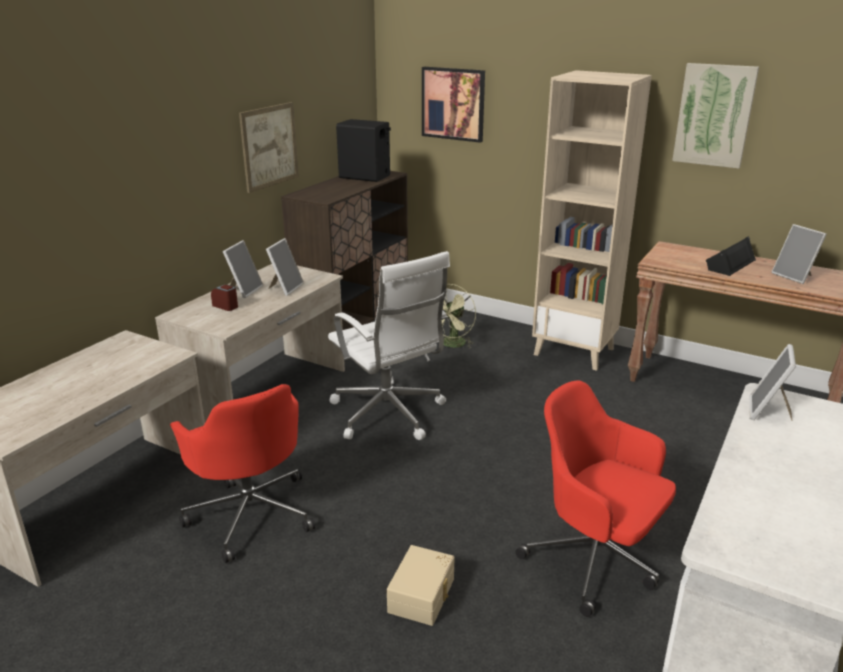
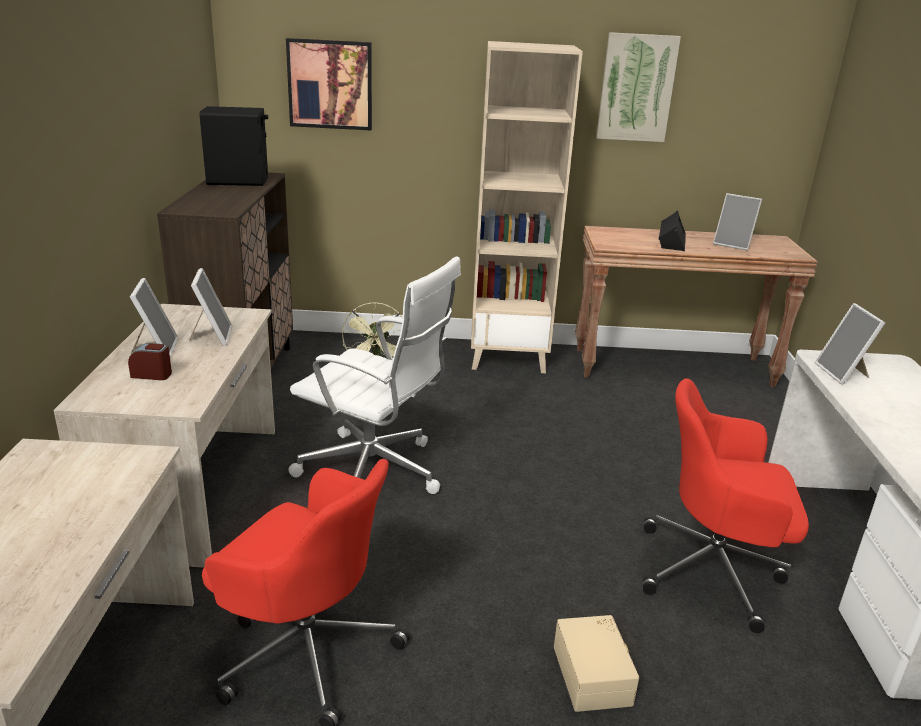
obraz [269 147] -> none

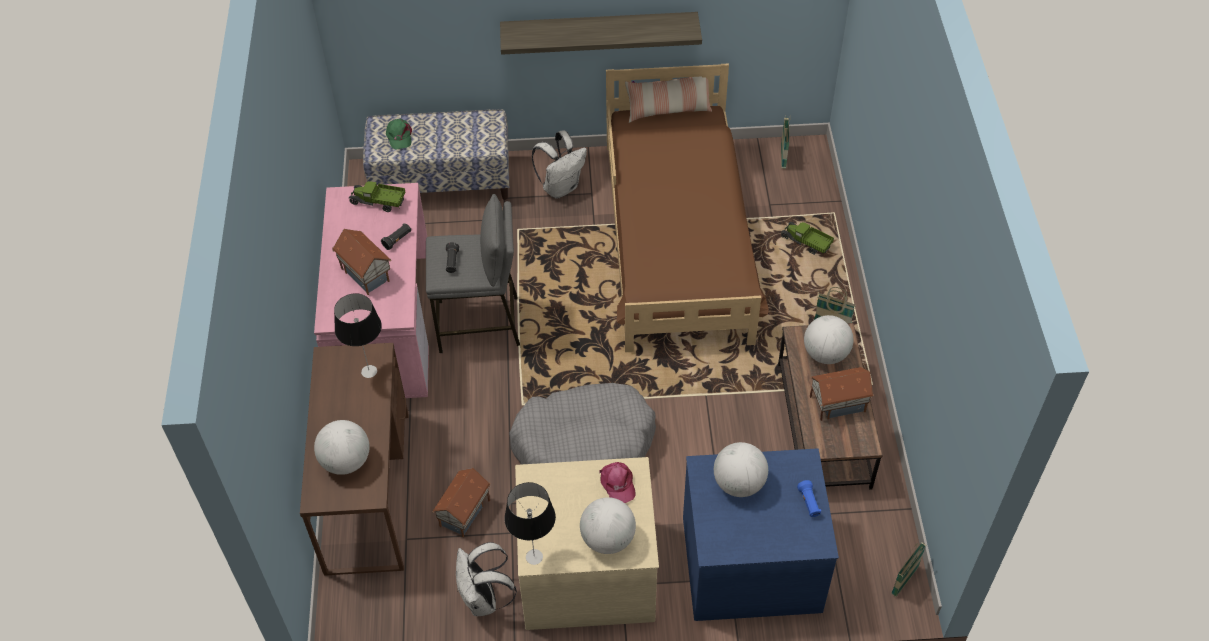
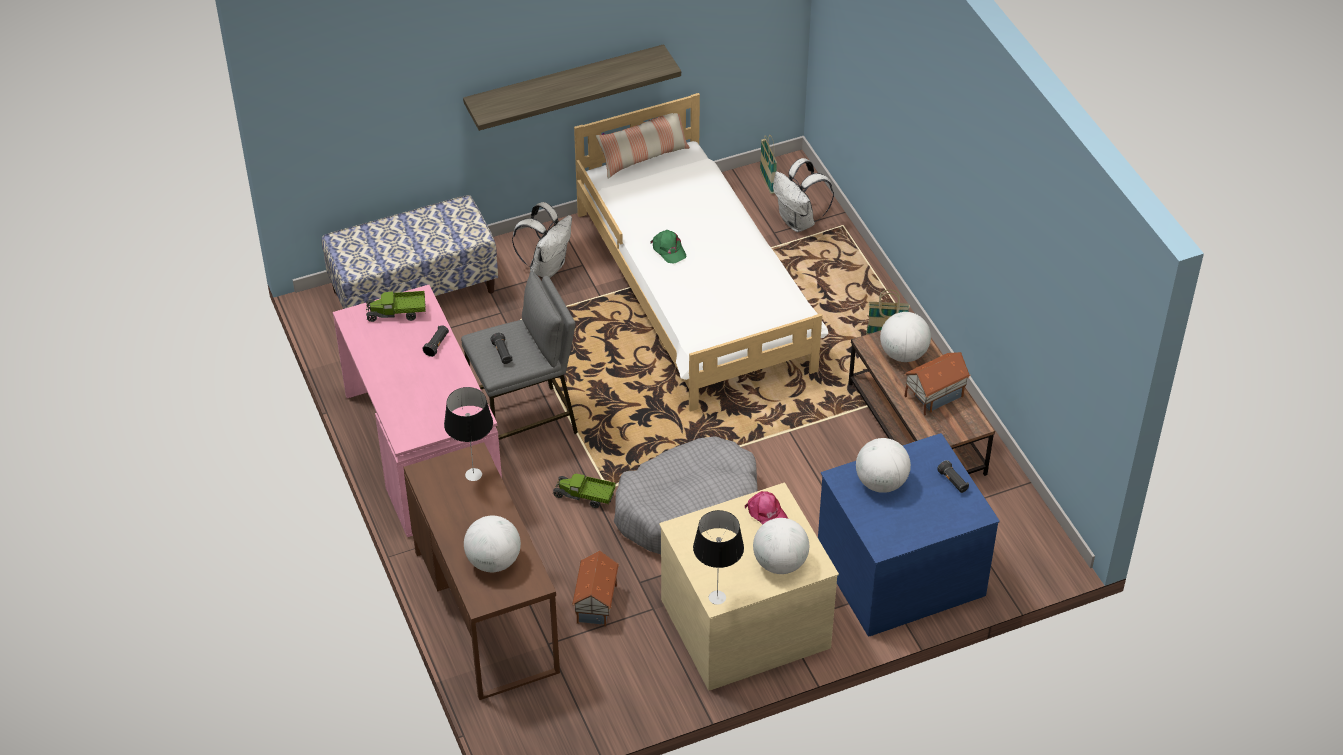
domek [361 262] -> none
koszyk [908 569] -> none
czapka z daszkiem (zielony) [399 134] -> czapka z daszkiem (zielony) [668 246], move
plecak (biały) [486 579] -> plecak (biały) [803 195], move
ciężarówka zabawkowa [807 238] -> ciężarówka zabawkowa [584 491], move
łóżko (brązowy) [687 207] -> łóżko (biały) [701 252]
latarka (niebieski) [809 498] -> latarka (czarny) [953 476]

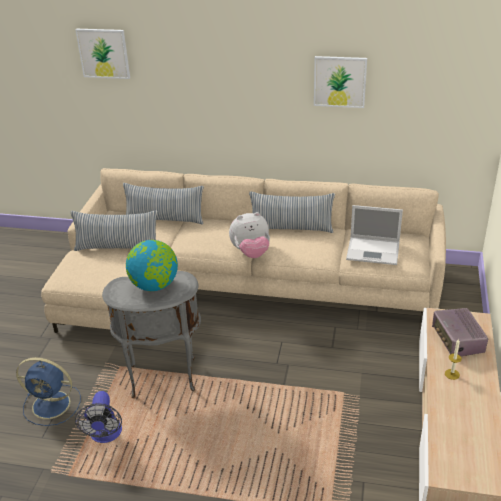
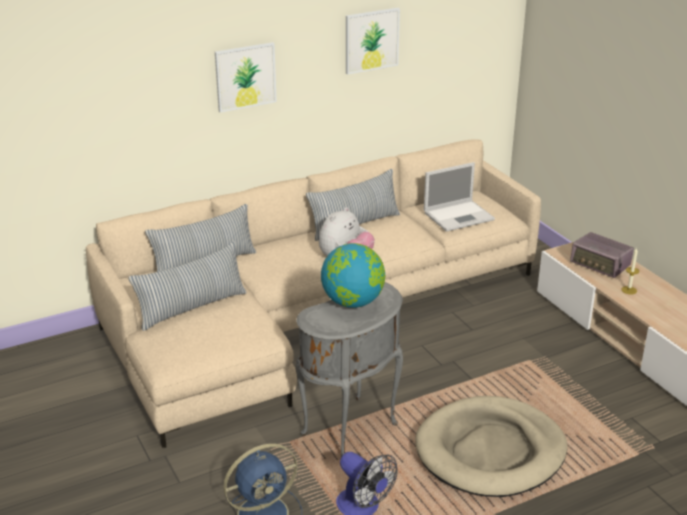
none -> legowisko (beżowy) [491 446]
obraz [102 54] -> obraz [246 77], move

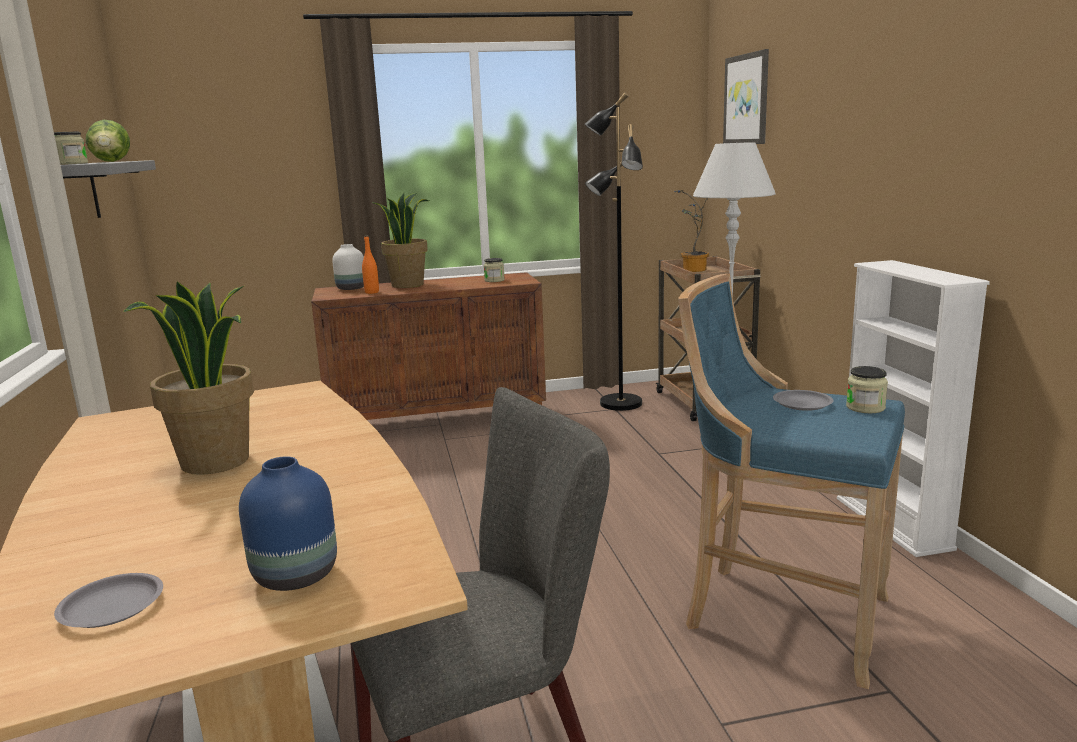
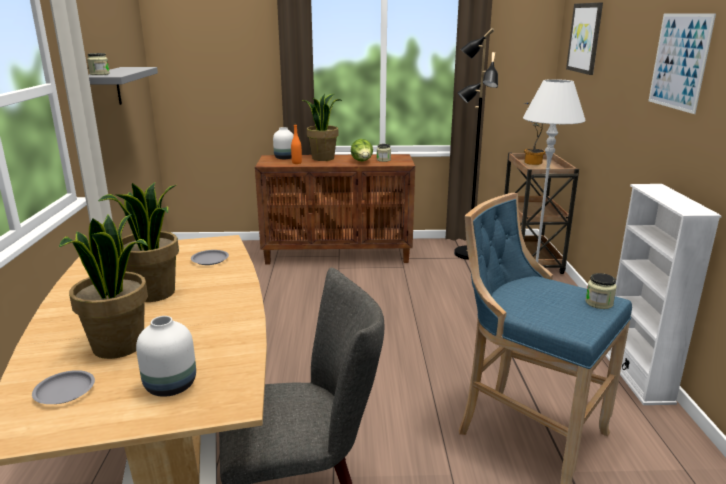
none -> roślina doniczkowa [103 286]
none -> obraz [682 63]
sałata [108 141] -> sałata [362 150], move
talerz (szary) [803 400] -> talerz (szary) [210 257], move
wazon (niebieski) [288 523] -> wazon (biały) [166 356]

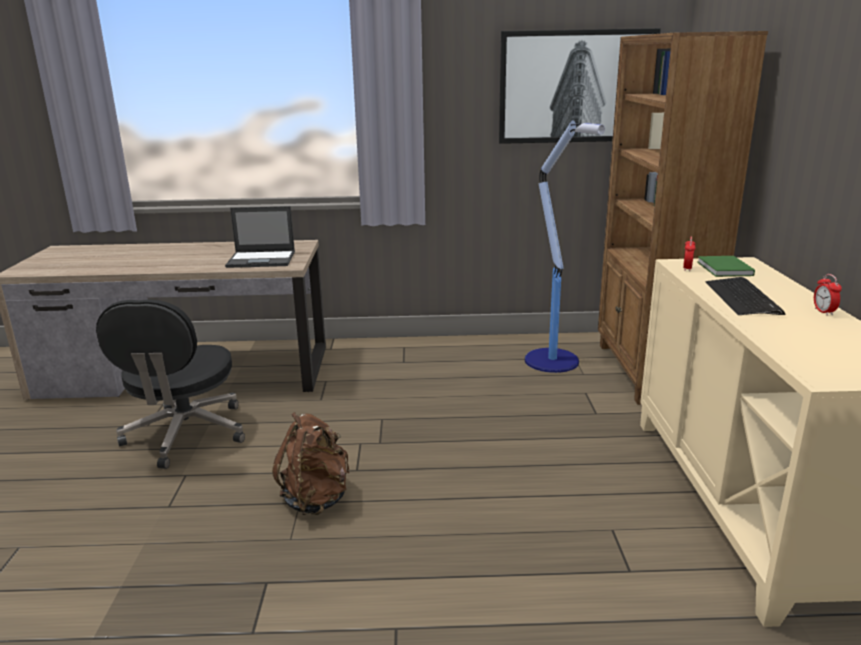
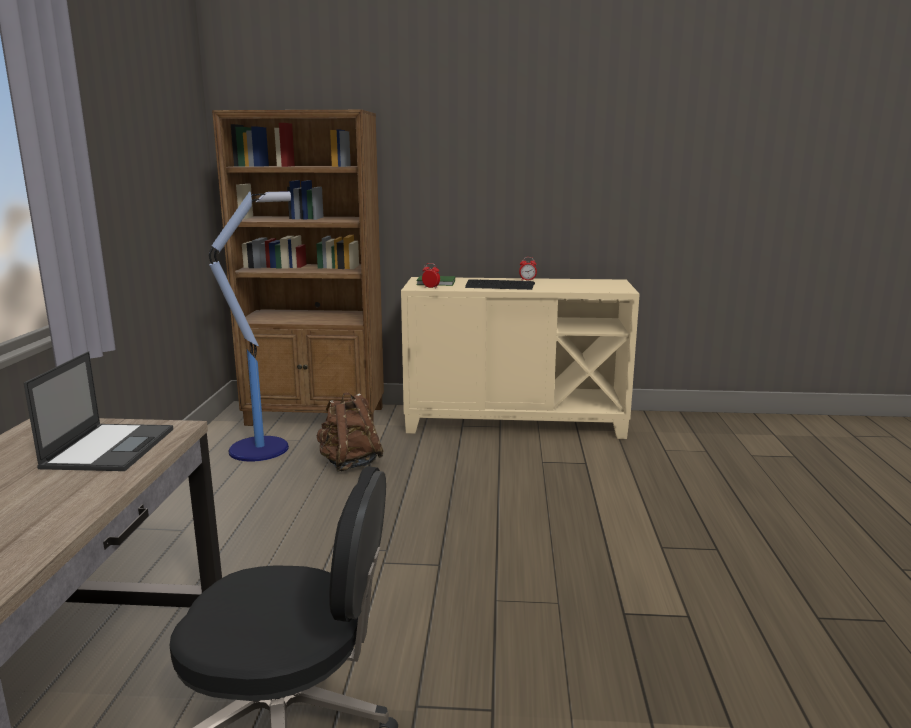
obraz [580 86] -> none
plecak (brązowy) [310 463] -> plecak (brązowy) [350 432], move

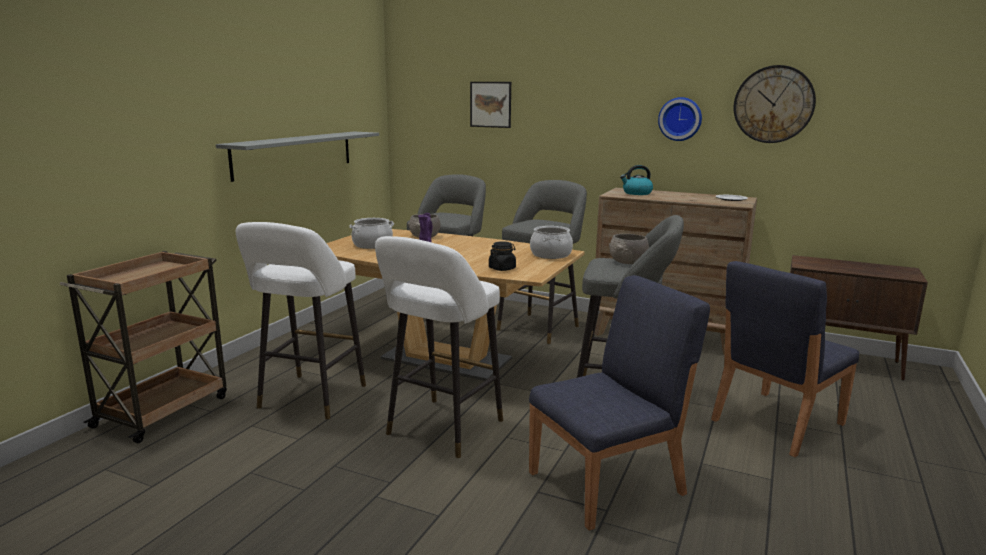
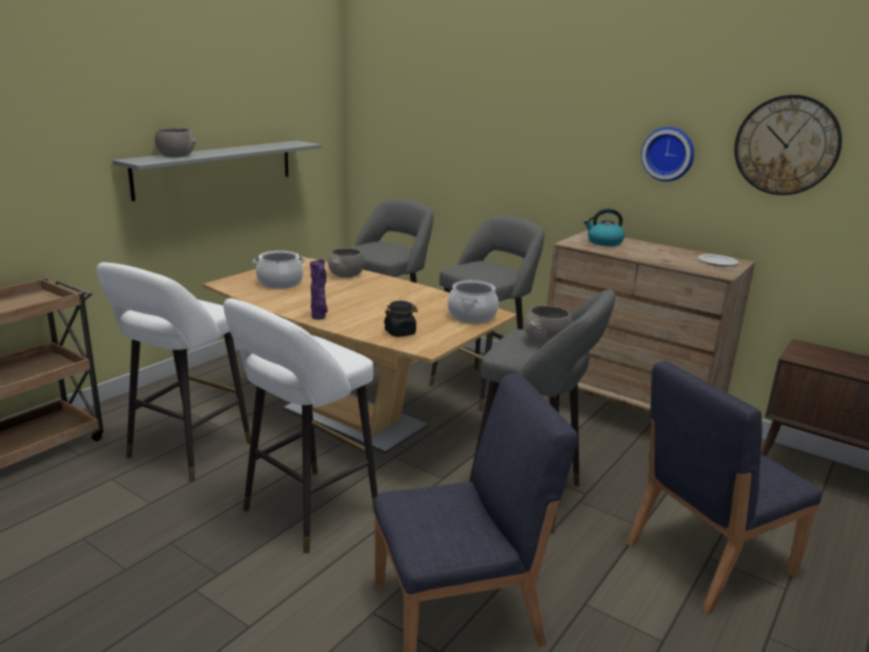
obraz [490 105] -> none
none -> miska (szary) [175 142]

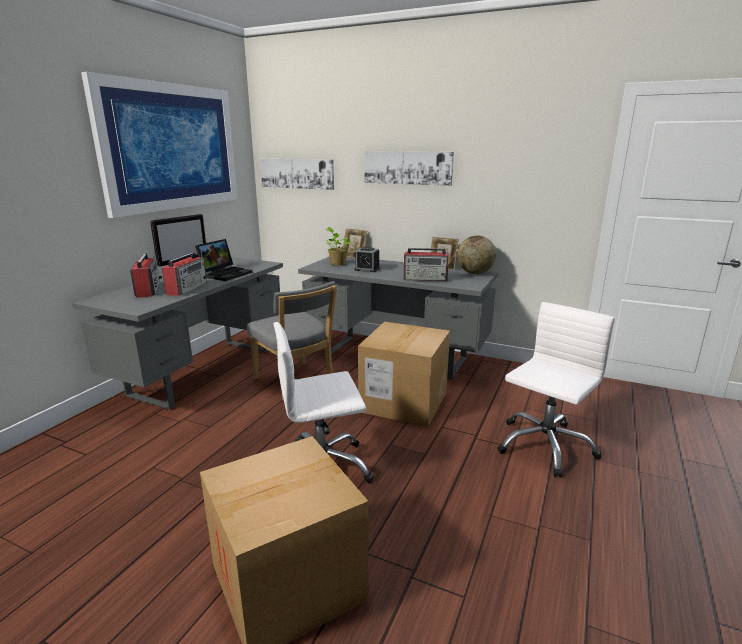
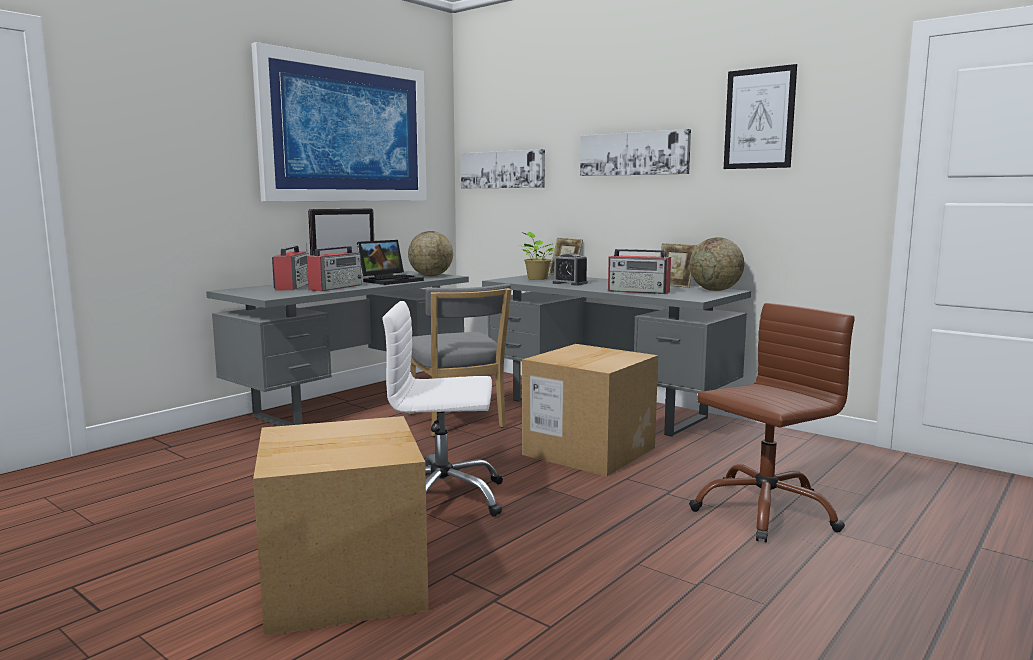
none -> globus [430 253]
none -> obraz [760 116]
krzesło biurowe (biały) [556 390] -> krzesło biurowe (brązowy) [772 423]

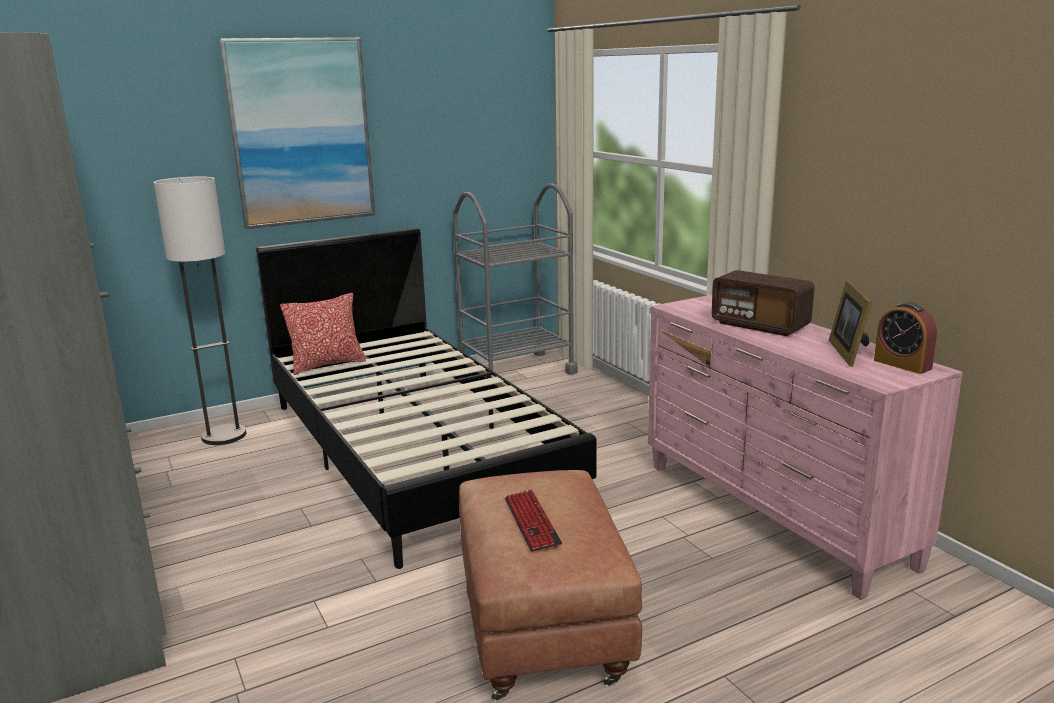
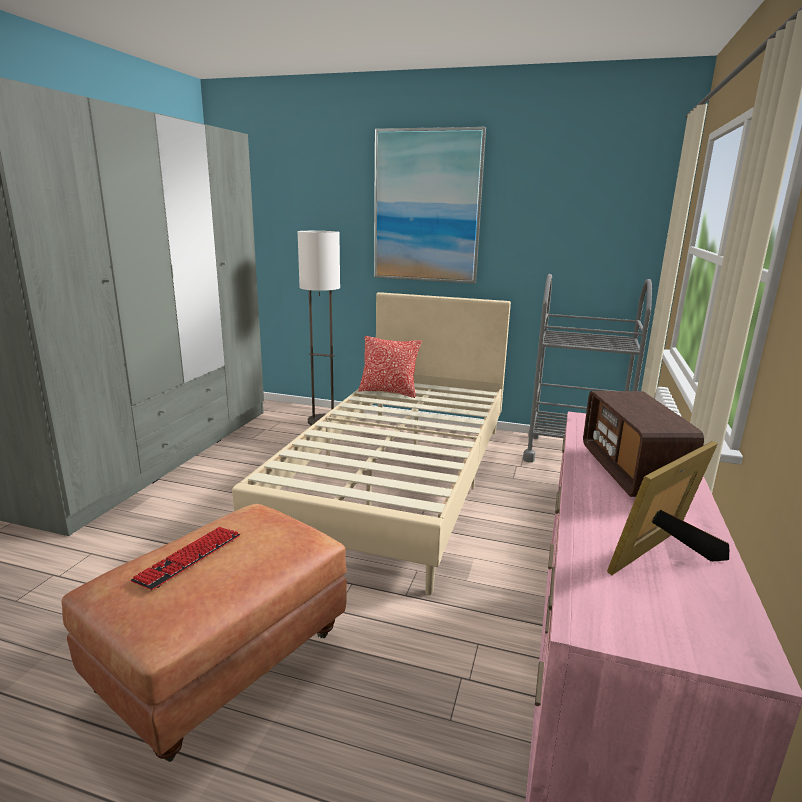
budzik [905 338] -> none
łóżko (czarny) [426 398] -> łóżko (beżowy) [371 443]

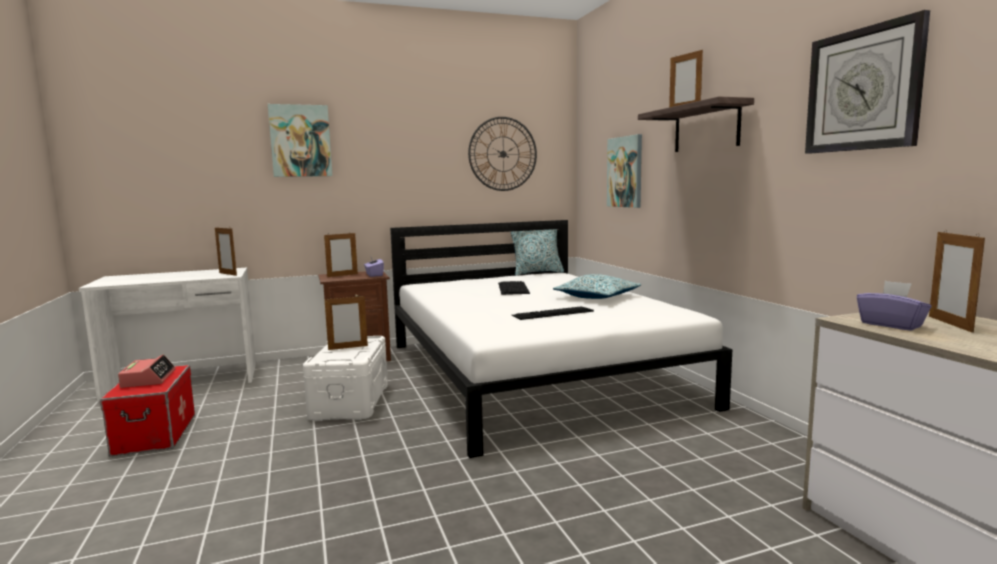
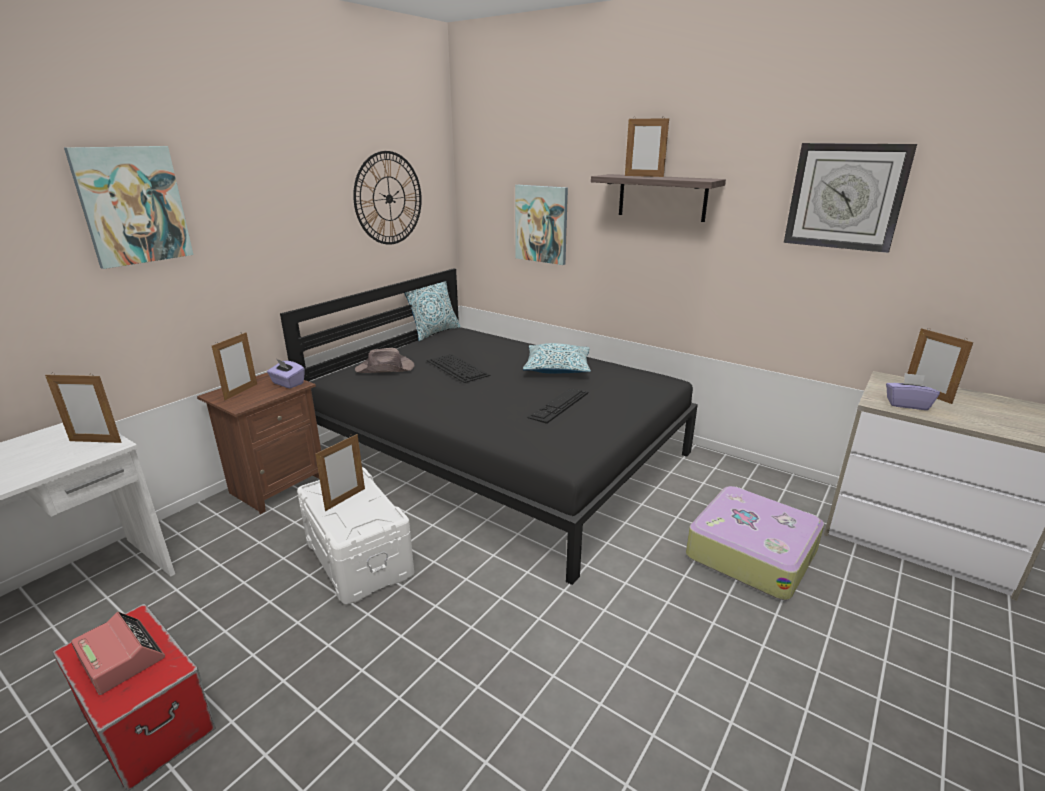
none -> kapelusz (brązowy) [385 360]
none -> walizka [755 543]
łóżko (biały) [561 339] -> łóżko (czarny) [489 426]

